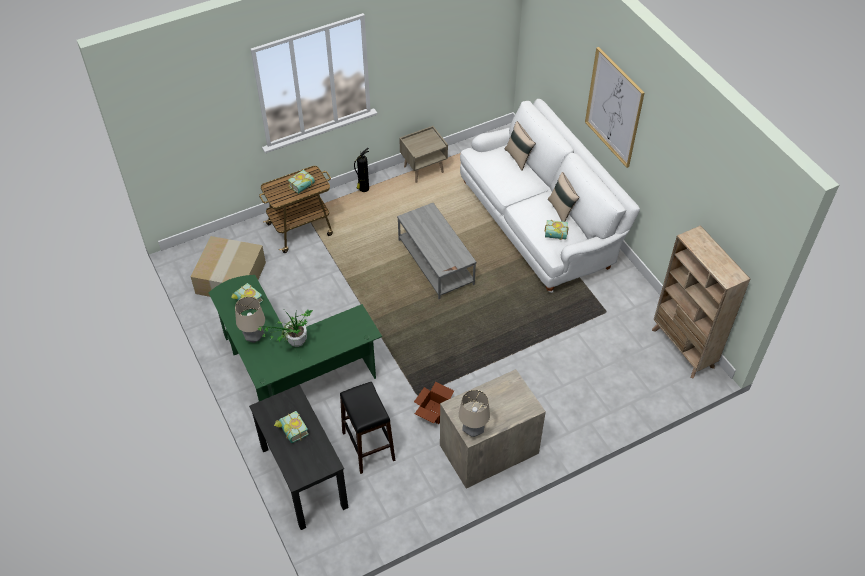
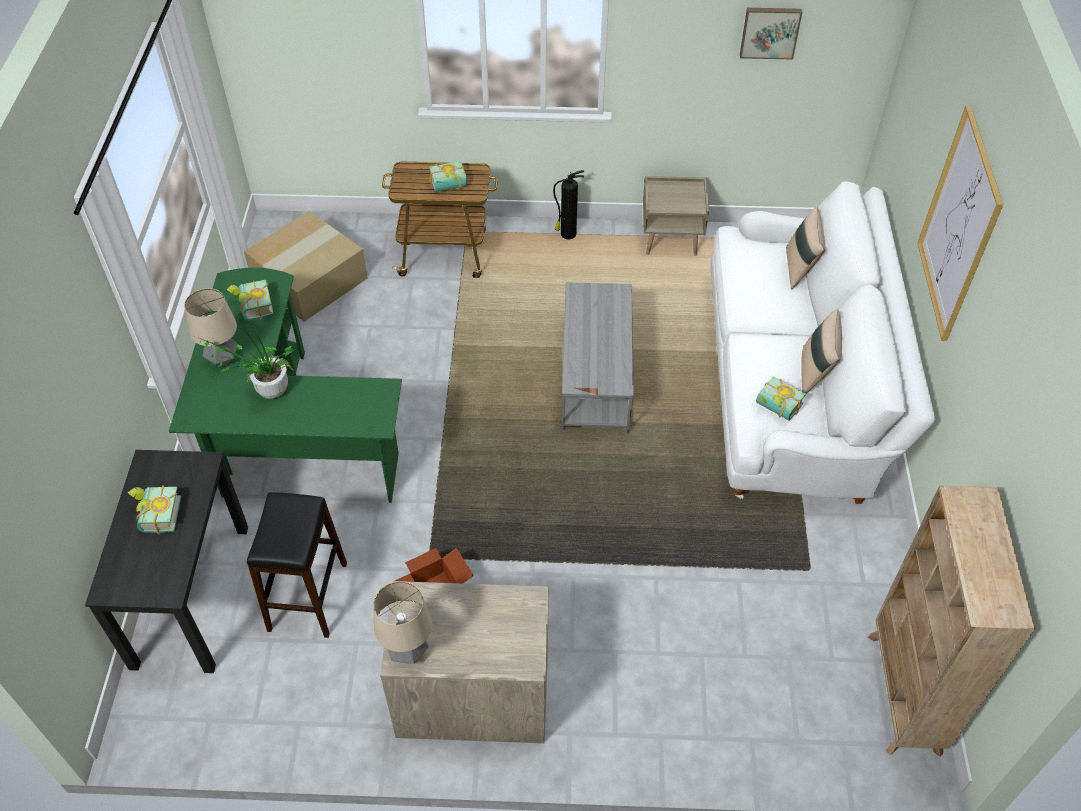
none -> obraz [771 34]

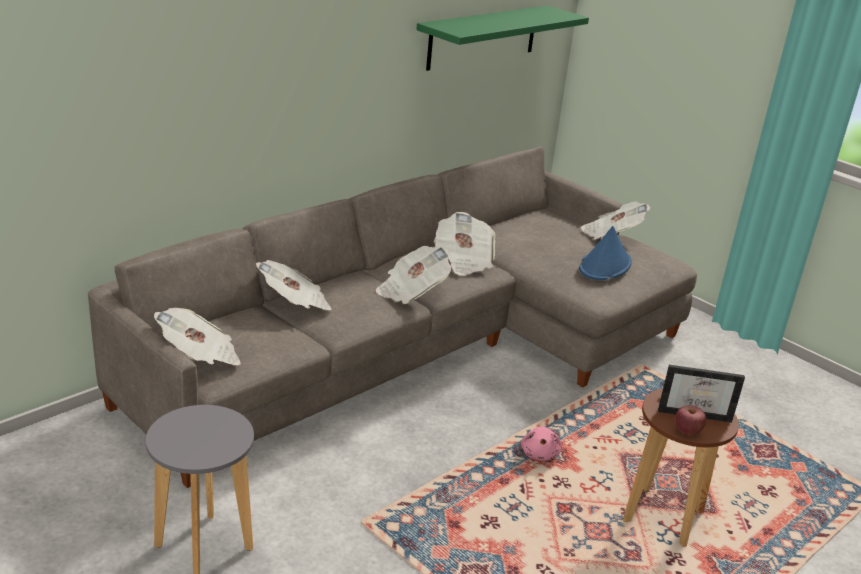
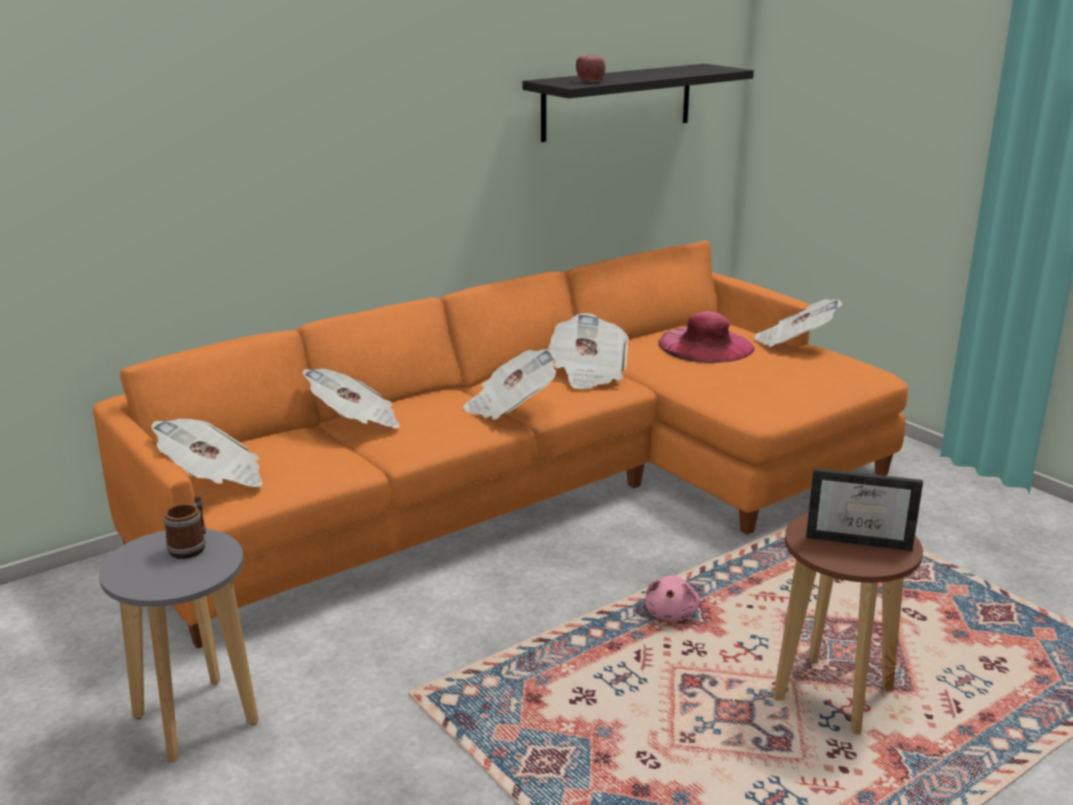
kapelusz (niebieski) [605 253] -> none
none -> kubek [184 527]
none -> kapelusz (różowy) [706 337]
jabłko [691 420] -> jabłko [590 68], move
kanapa (szary) [392 317] -> kanapa (pomarańczowy) [500 444]
półka (zielony) [502 38] -> półka (czarny) [638 103]

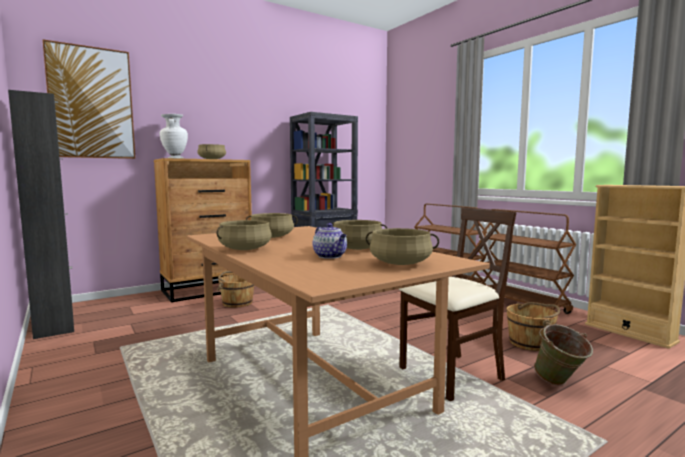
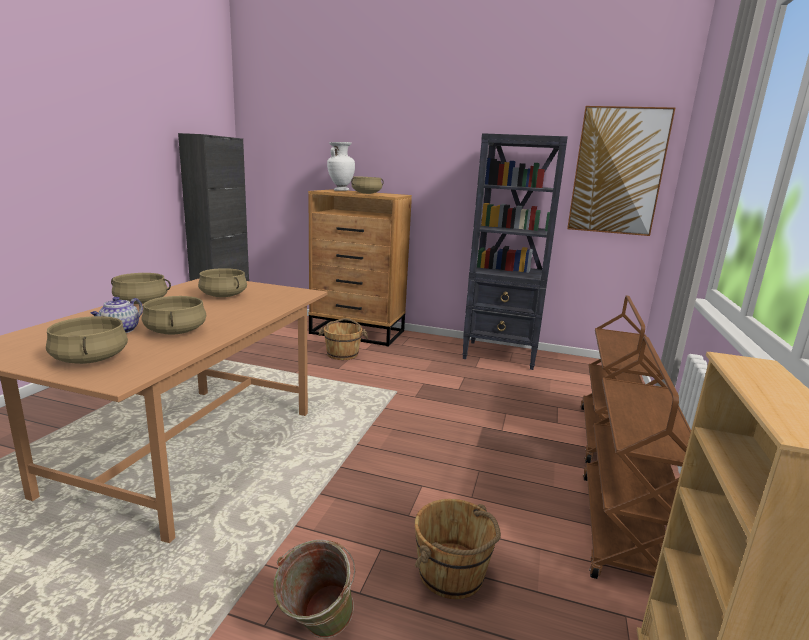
krzesło (beżowy) [457 304] -> none
obraz [89 99] -> obraz [621 171], move

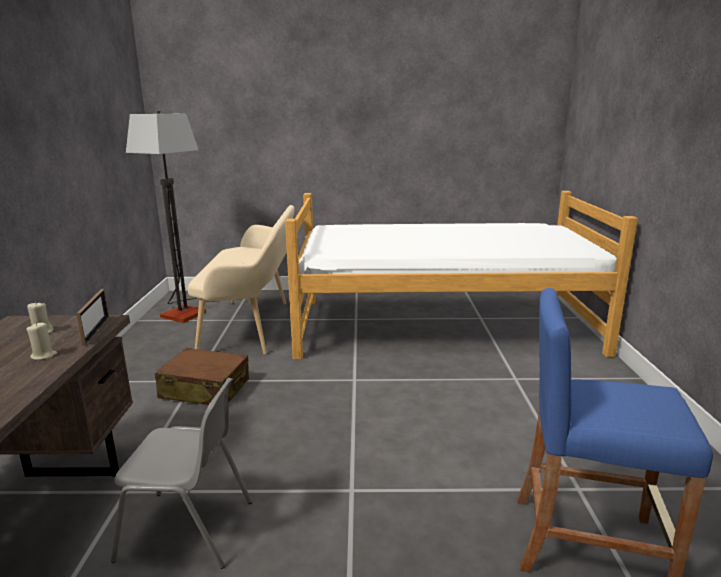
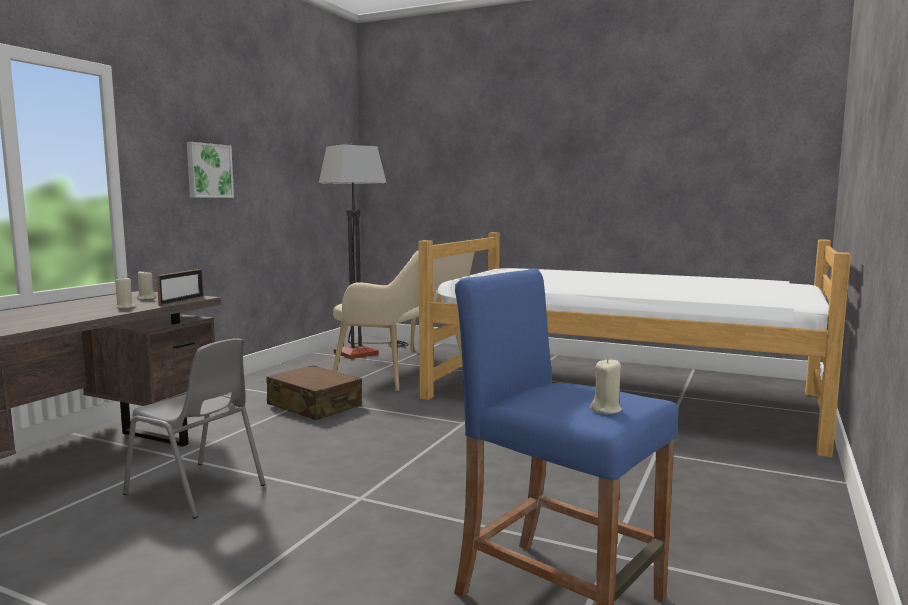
none -> obraz [210 170]
none -> świeca (beżowy) [606 386]

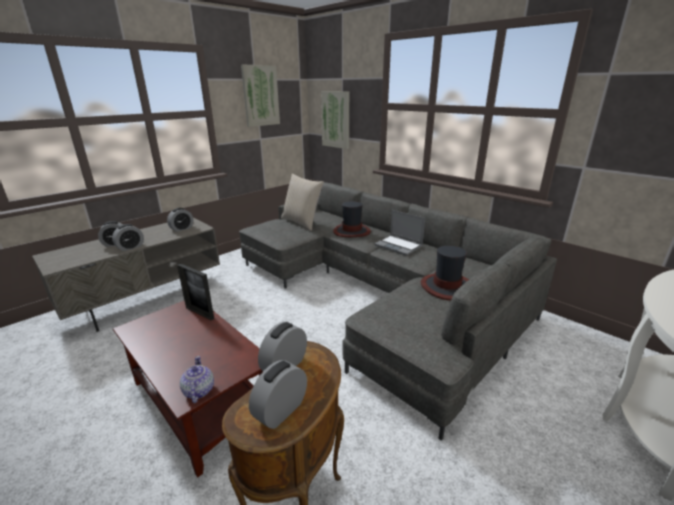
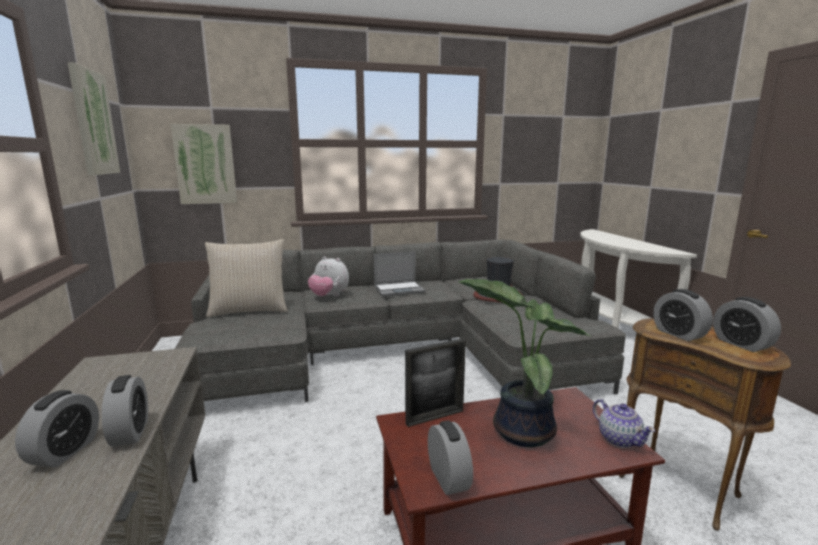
none -> roślina doniczkowa [524 363]
budzik [180 220] -> budzik [450 458], move
kapelusz [352 219] -> pluszak [328 276]
imbryk [197 379] -> imbryk [624 423], 135 degrees counterclockwise

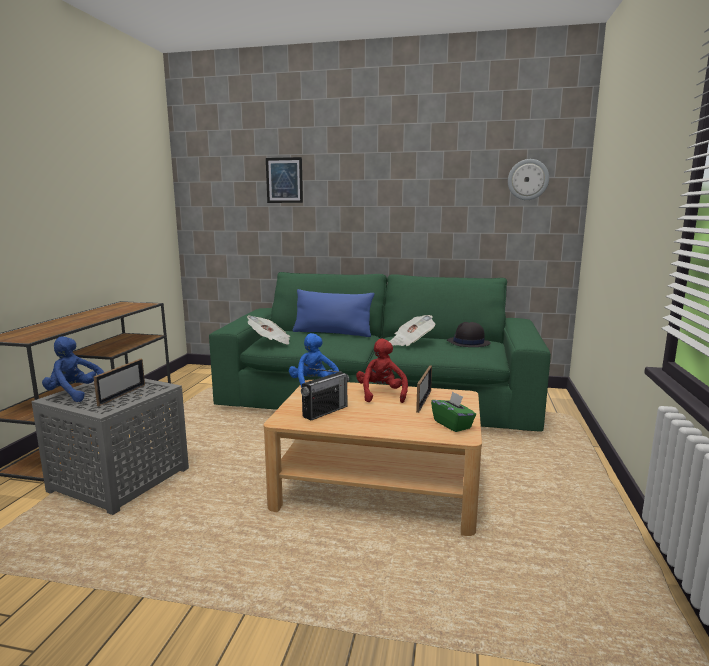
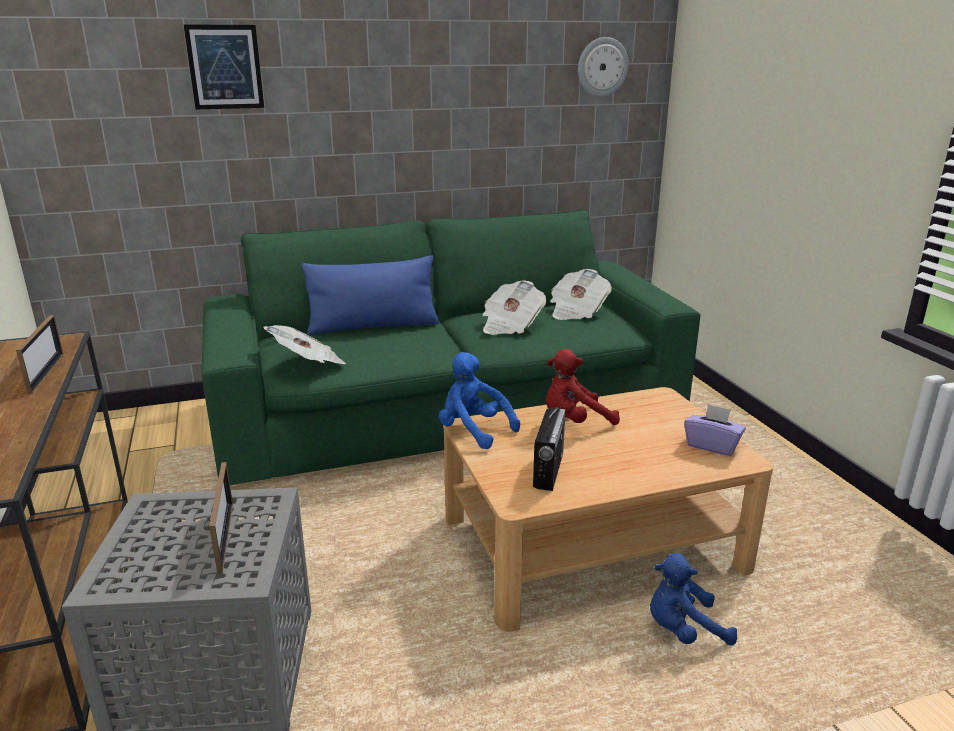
pluszak (niebieski) [73 369] -> pluszak (niebieski) [693 599], move
ramka na zdjęcie [424 389] -> ramka na zdjęcie [40 354], move
kapelusz (czarny) [469 334] -> gazeta [581 294]
pudełko chusteczek (zielony) [453 411] -> pudełko chusteczek (fioletowy) [715 430]
pluszak (czerwony) [382 371] -> pluszak (czerwony) [583 387], 75 degrees counterclockwise

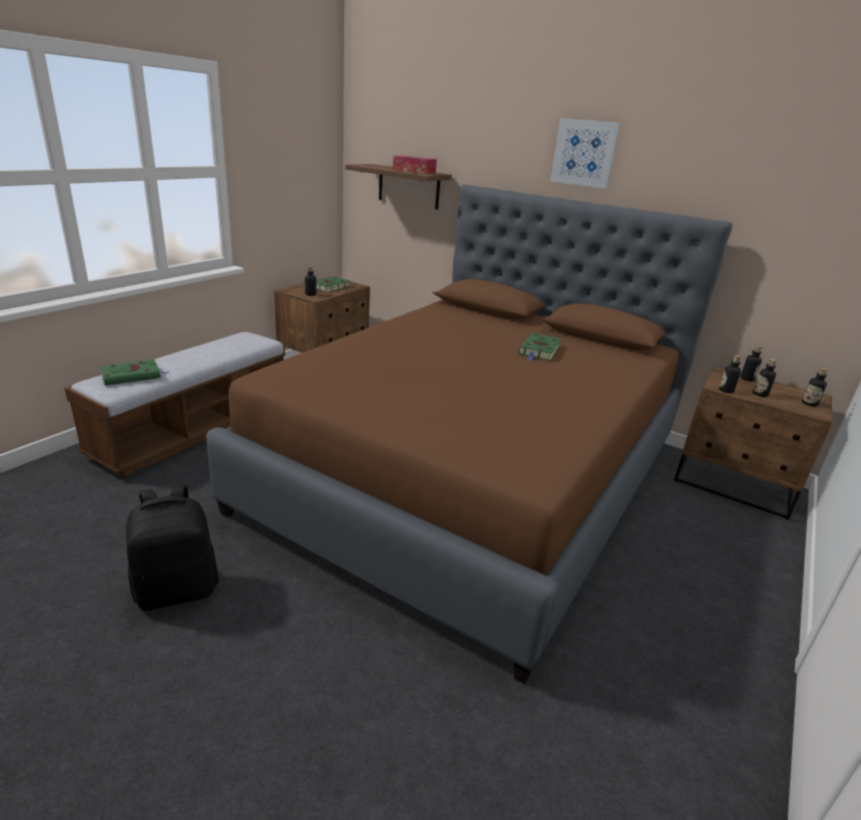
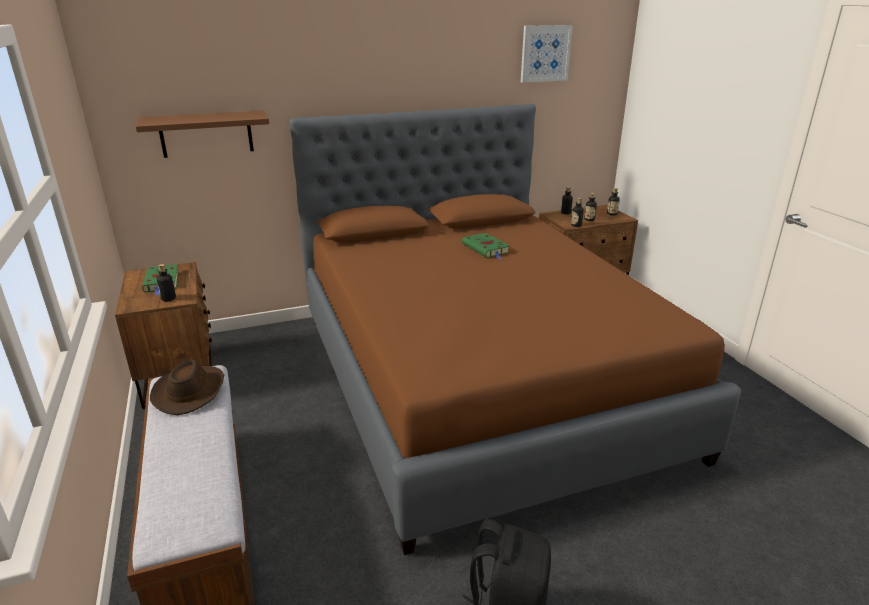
książka (zielony) [134 372] -> none
pudełko chusteczek [415 164] -> none
none -> kapelusz (brązowy) [187 387]
obraz [585 153] -> obraz [547 54], move

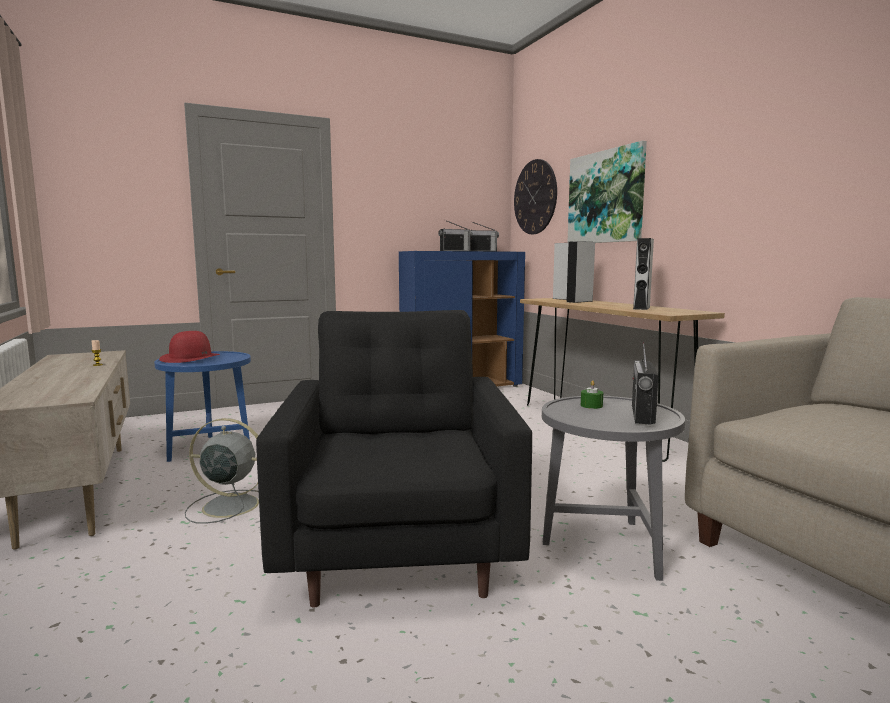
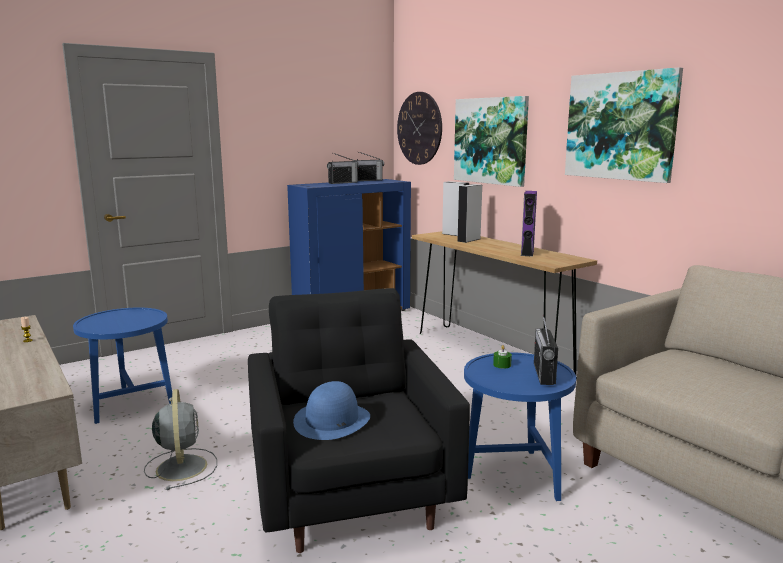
kapelusz (czerwony) [189 347] -> none
none -> kapelusz (niebieski) [331 410]
none -> obraz [624 125]
stolik (szary) [613 488] -> stolik (niebieski) [520 426]
głośnik (szary) [643 274] -> głośnik (fioletowy) [529 224]
wentylator (szary) [222 471] -> wentylator (szary) [180 439], 75 degrees clockwise

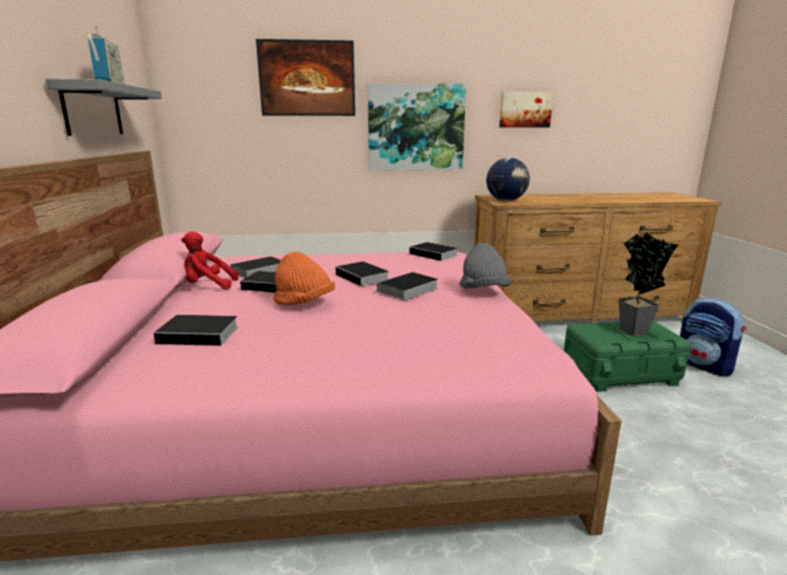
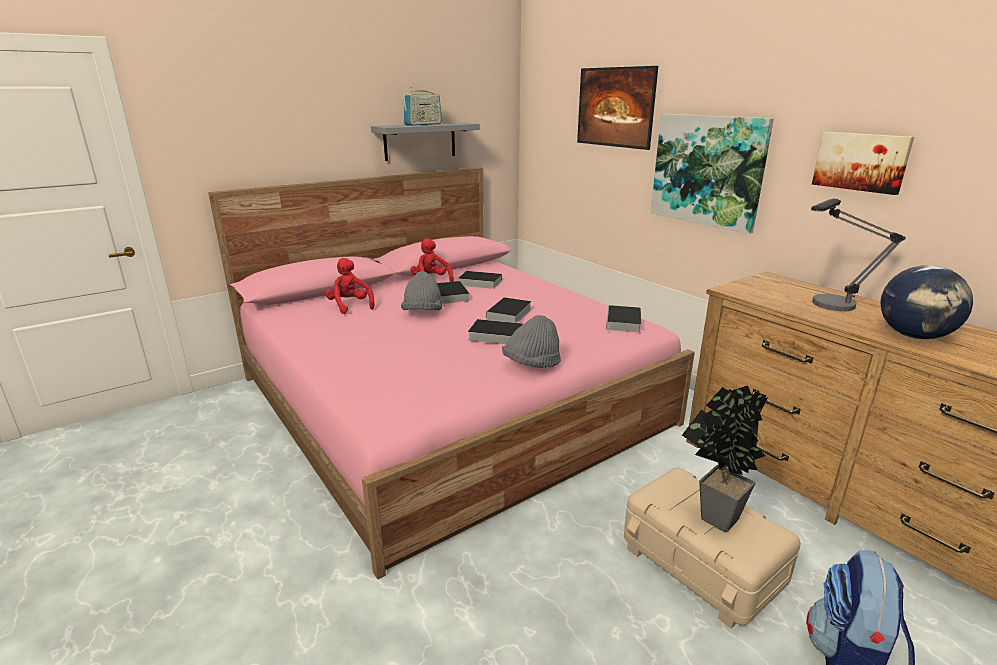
none -> lampa stołowa [858 255]
globus [508 179] -> globus [926 302], move
książka [195 330] -> pluszak (czerwony) [350 286]
kapelusz (pomarańczowy) [304 278] -> kapelusz (szary) [421 290]
pojemnik do przechowywania (zielony) [627 356] -> pojemnik do przechowywania (beżowy) [712 548]

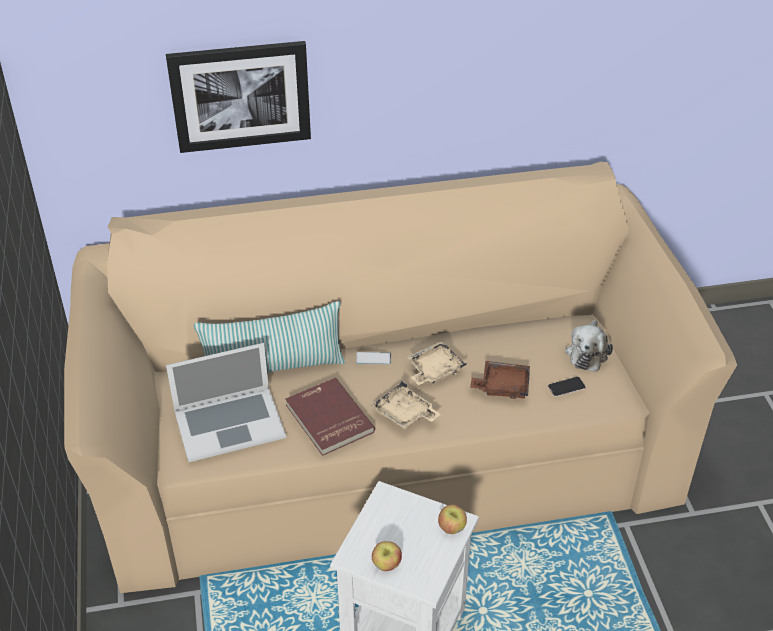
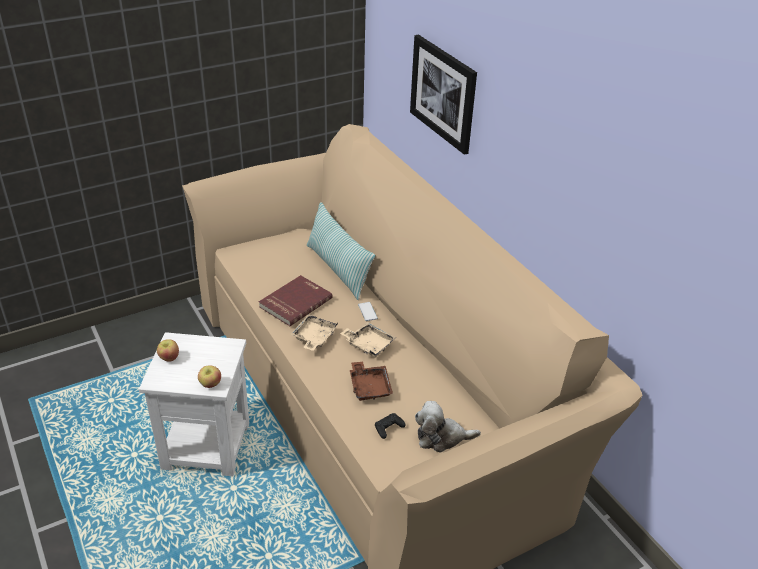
laptop [226 402] -> none
telefon [567 387] -> pad do gier (czarny) [390 426]

